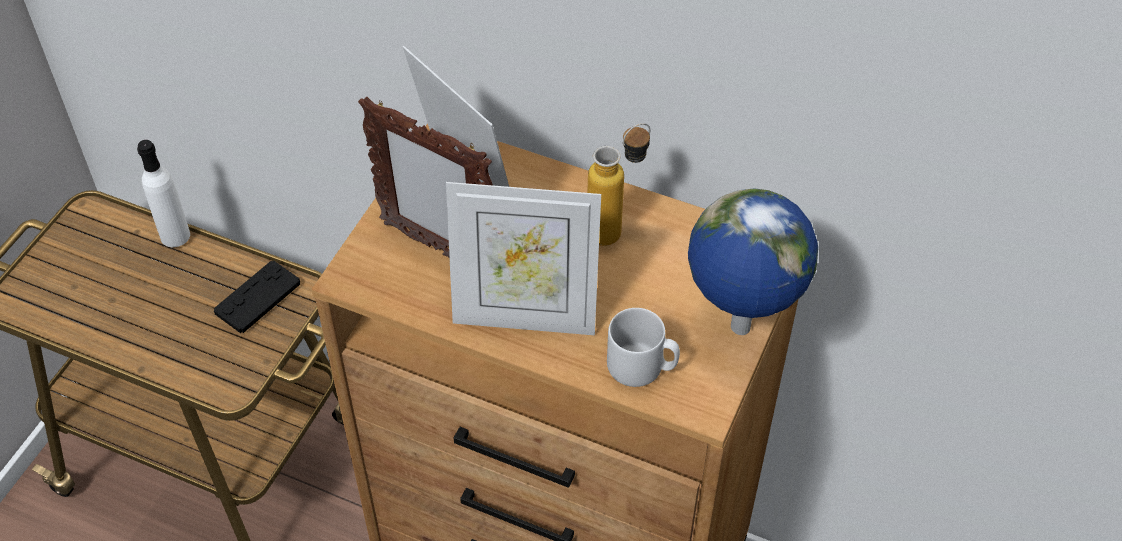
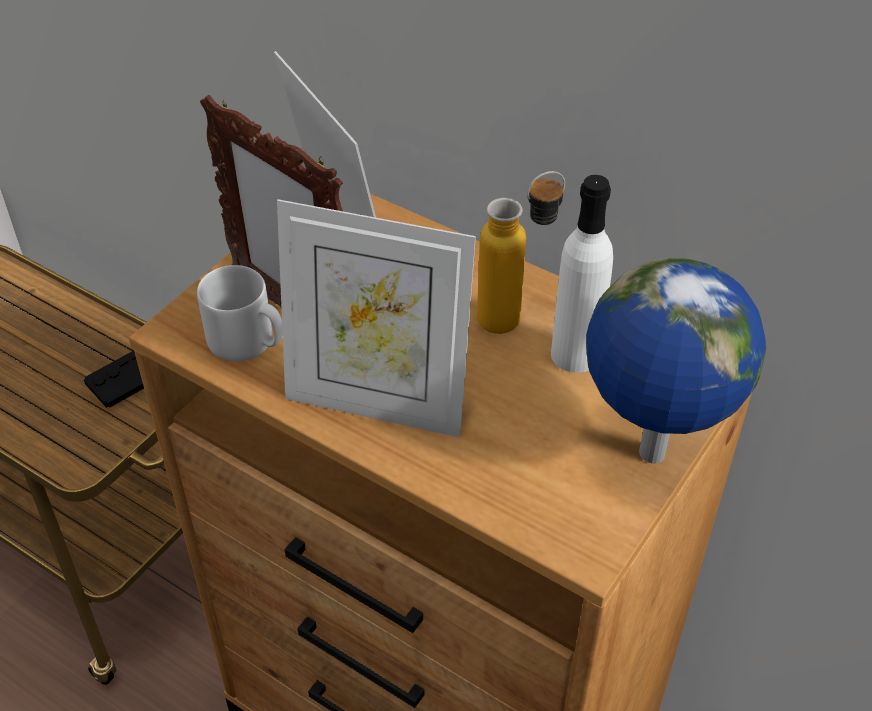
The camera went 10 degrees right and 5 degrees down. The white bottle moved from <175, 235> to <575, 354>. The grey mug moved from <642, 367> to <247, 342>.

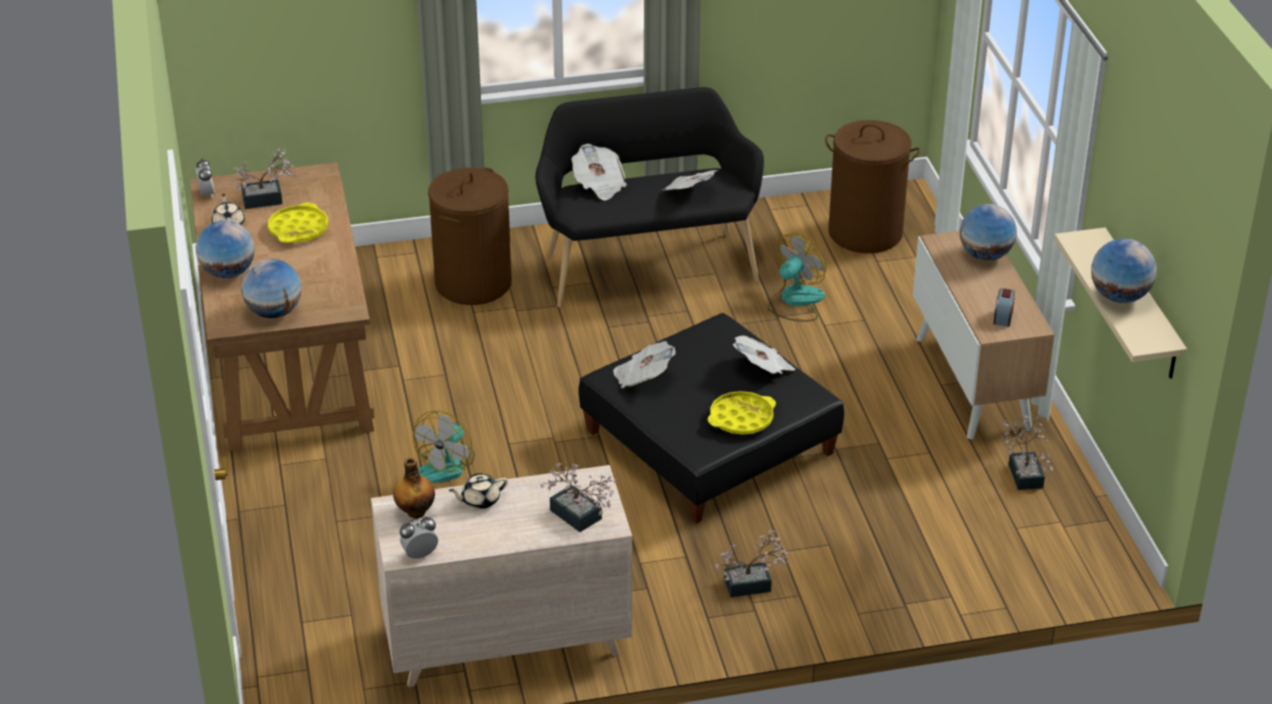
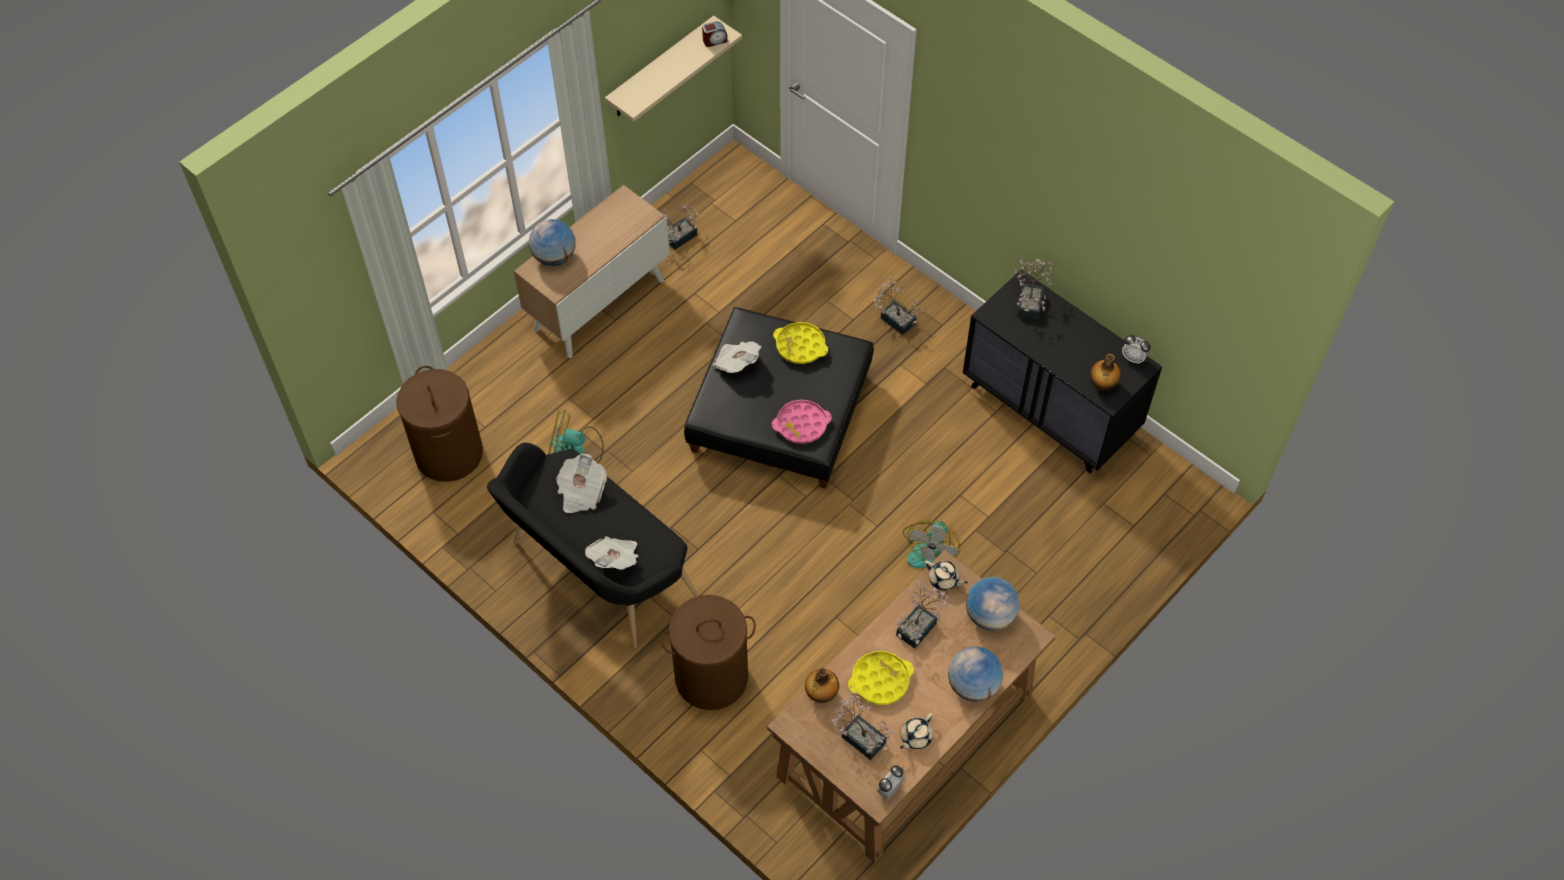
The camera went 125 degrees left and 20 degrees up. The beige dresser at <505, 640> became the black dresser at <1050, 410>. The fan at <446, 465> turned 120 degrees clockwise. The beige teapot moved from <479, 500> to <944, 580>. The newspaper at <643, 377> was replaced by the pink tray at <801, 425>. The alarm clock moved from <1003, 317> to <714, 40>. The globe at <1119, 296> disappeared. The bottle at <821, 693> appeared. The potted plant at <919, 626> appeared.

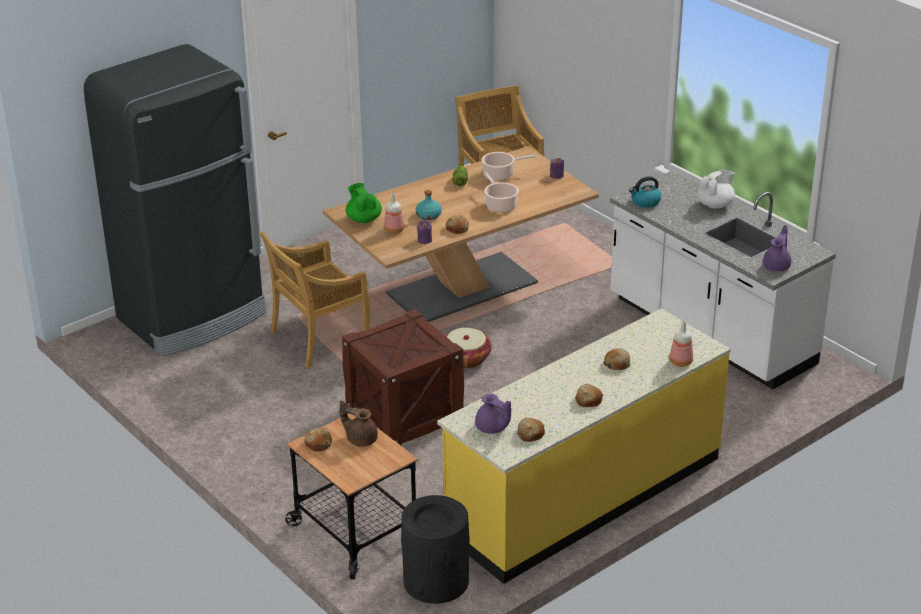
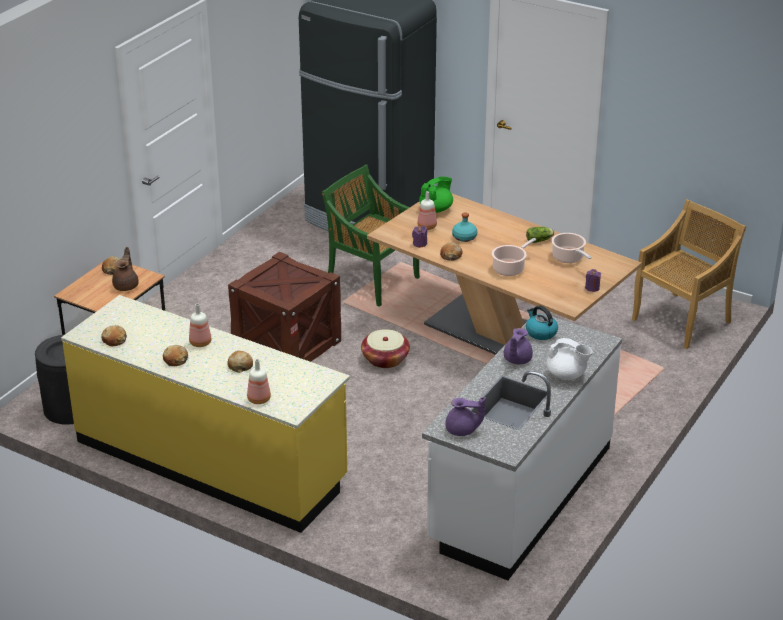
The camera went 70 degrees right and 0 degrees up. The beige chair at <319, 339> became the green chair at <371, 281>. The purple teapot moved from <492, 428> to <516, 360>. The bottle at <201, 343> appeared.

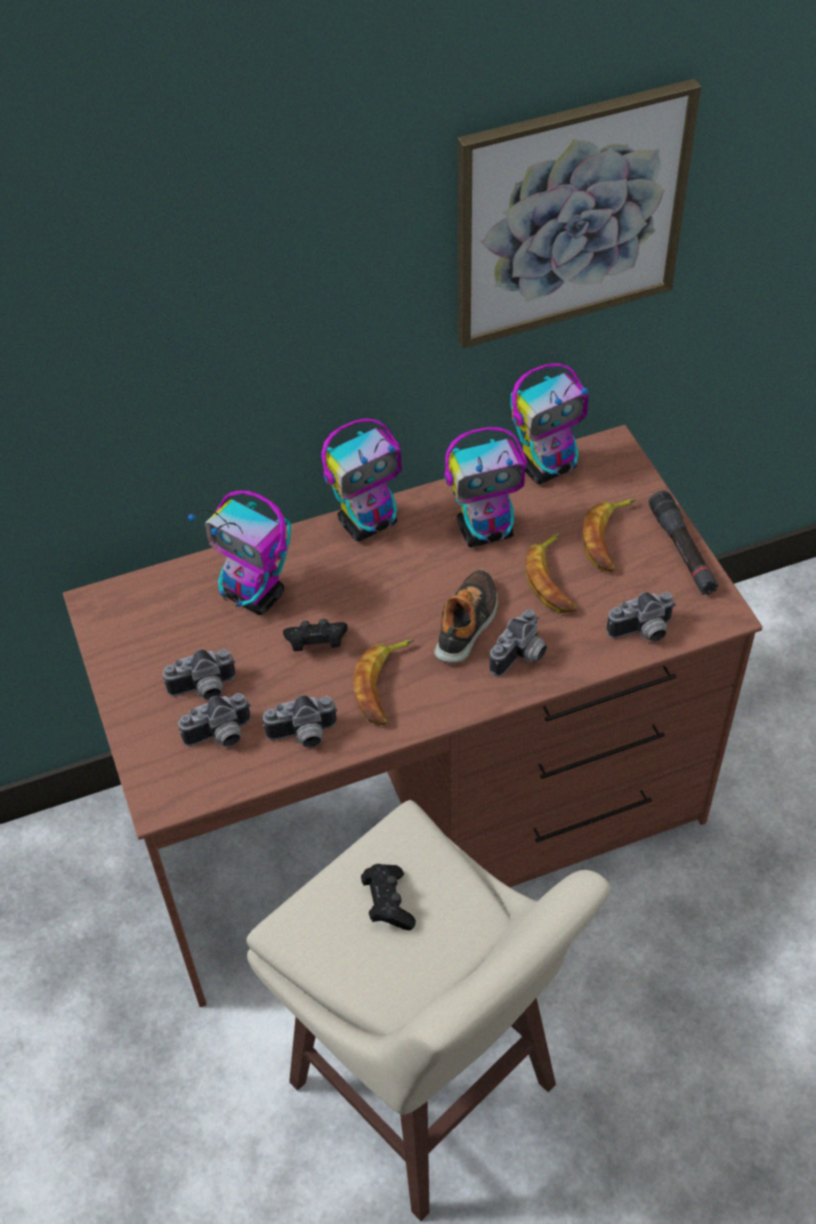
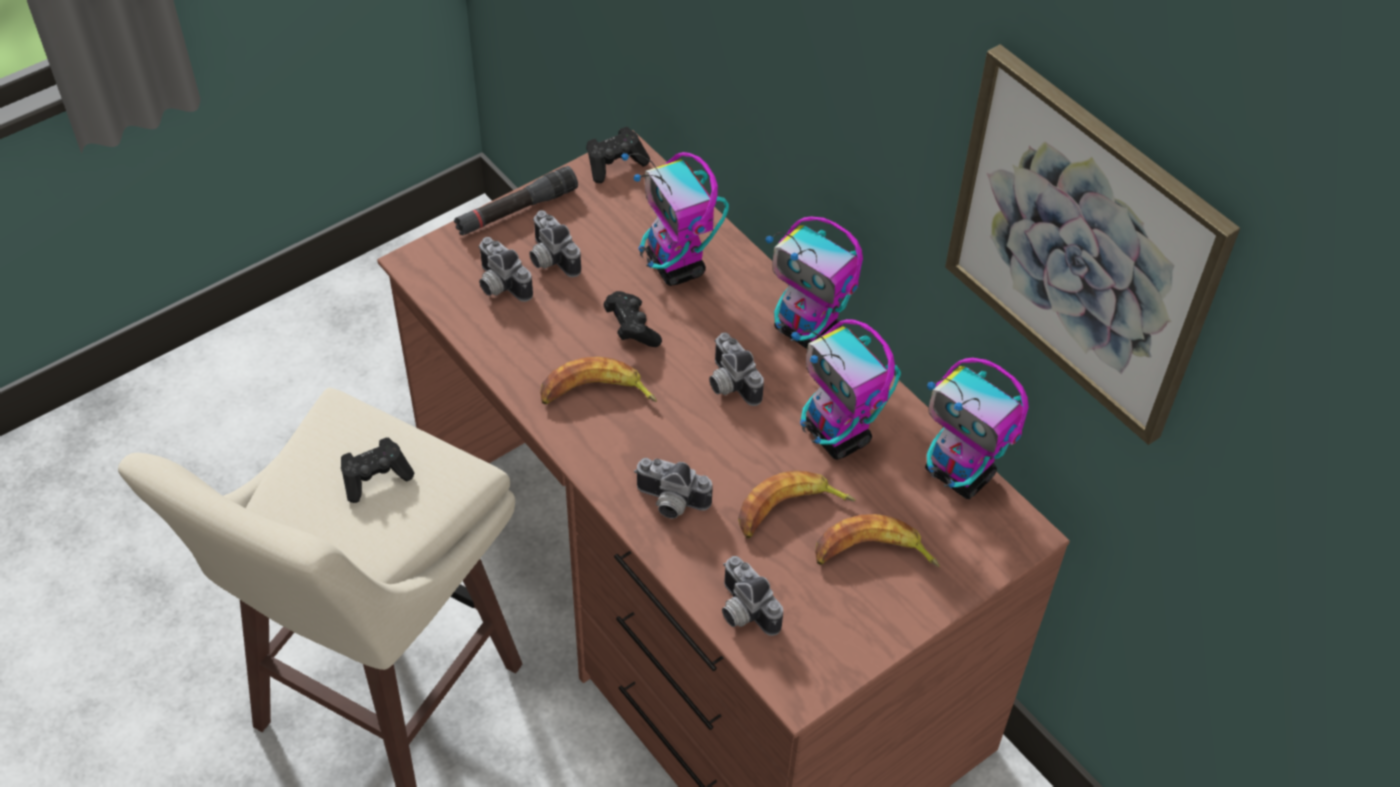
The camera went 70 degrees right and 0 degrees up. The toy robot at <255, 595> turned 45 degrees counterclockwise. The photo camera moved from <303, 736> to <728, 384>. The shoe at <467, 623> disappeared. The black flashlight moved from <682, 550> to <516, 210>. The black game controller at <615, 164> appeared.

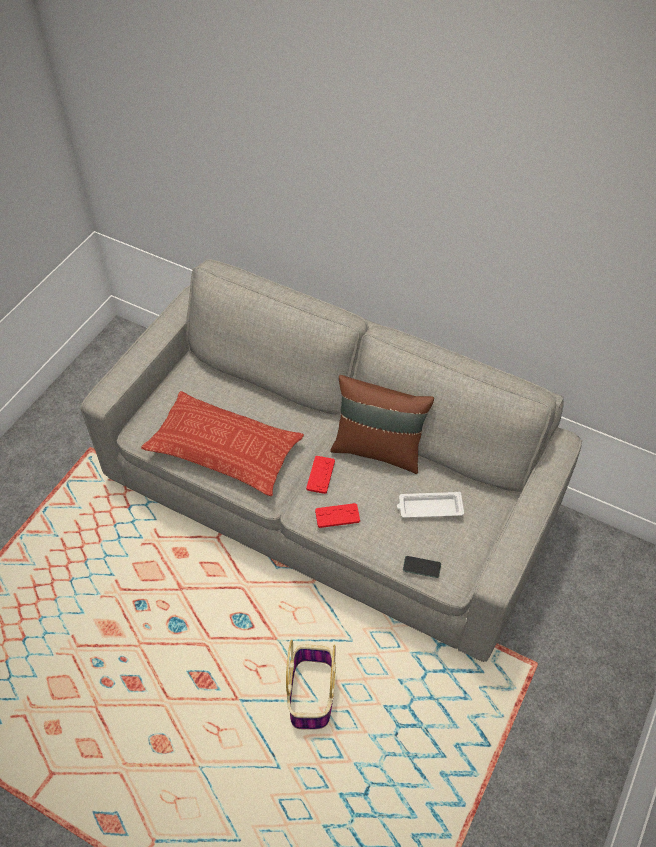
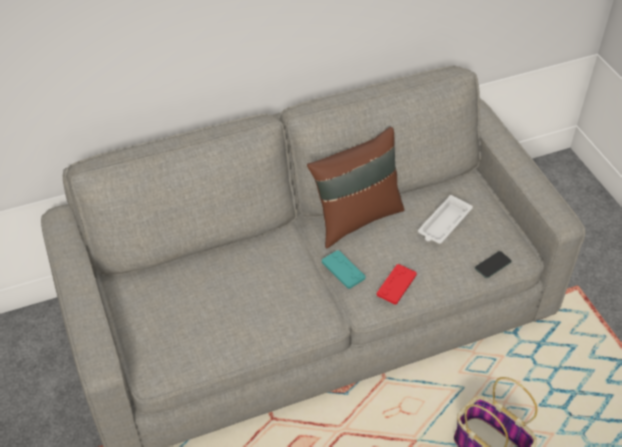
The camera went 50 degrees left and 5 degrees down. The pillow at <224, 449> disappeared. The red game controller at <320, 475> became the turquoise game controller at <343, 270>.

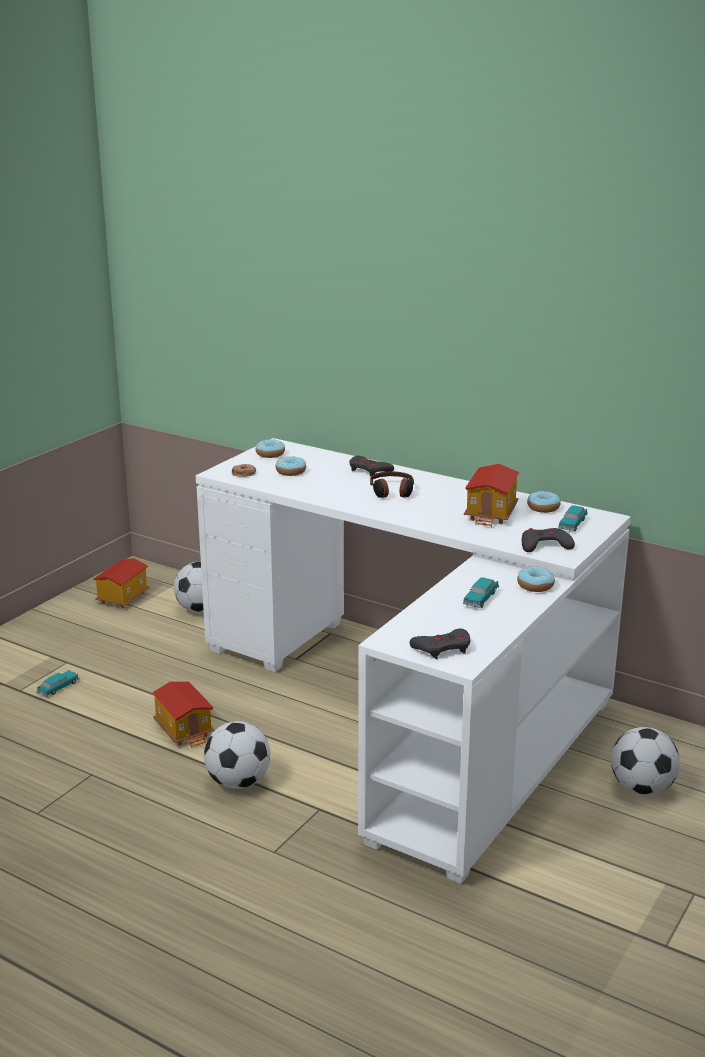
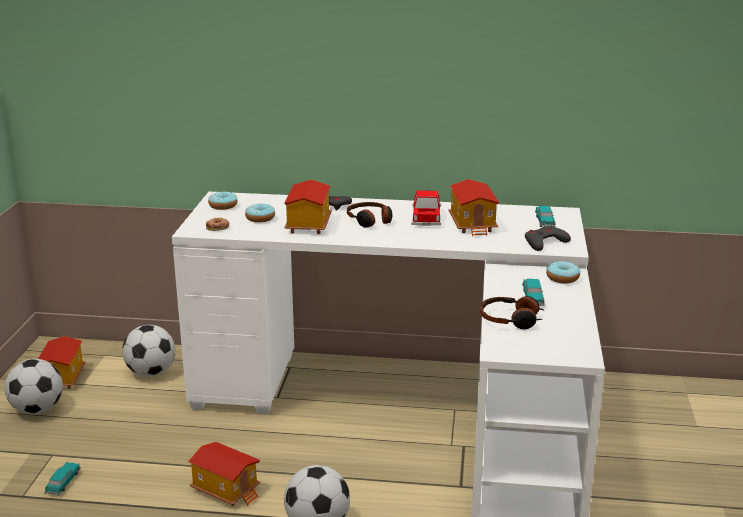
The camera went 25 degrees left and 0 degrees up. The grey game controller at <443, 648> disappeared. The donut at <543, 508> disappeared. The football moved from <641, 788> to <37, 409>. The toy house at <307, 225> appeared. The toy car at <426, 217> appeared. The headphones at <511, 320> appeared.

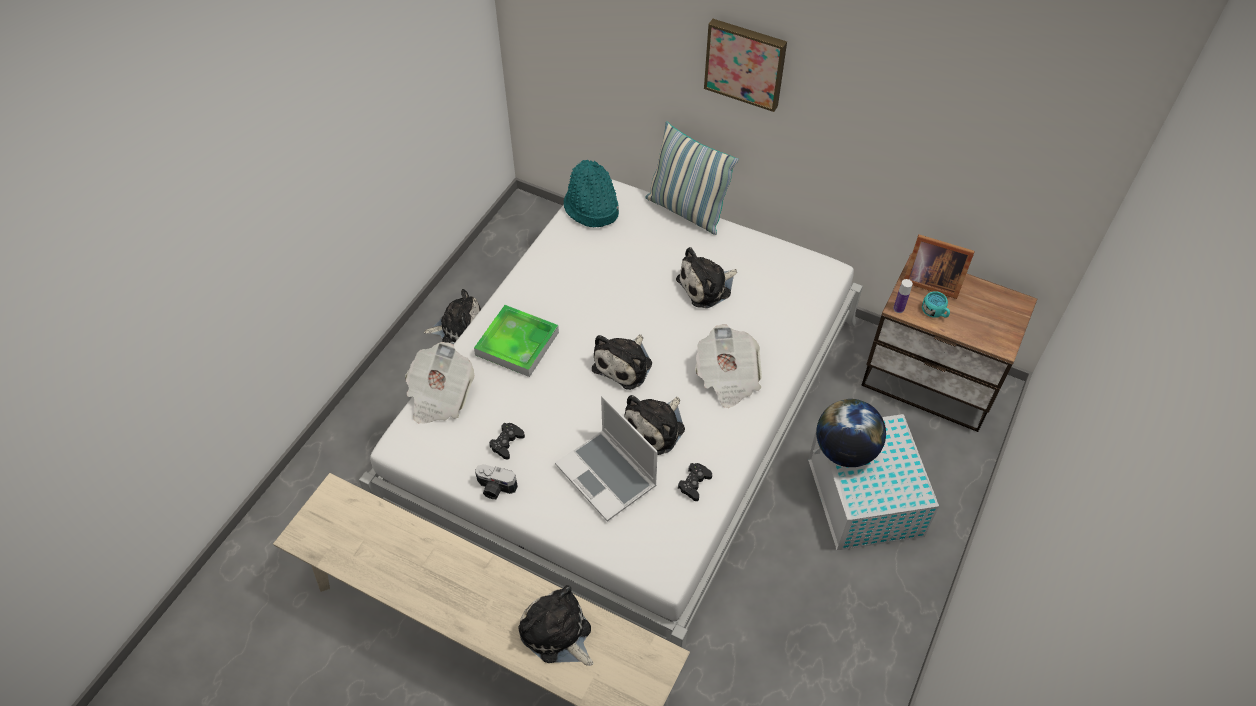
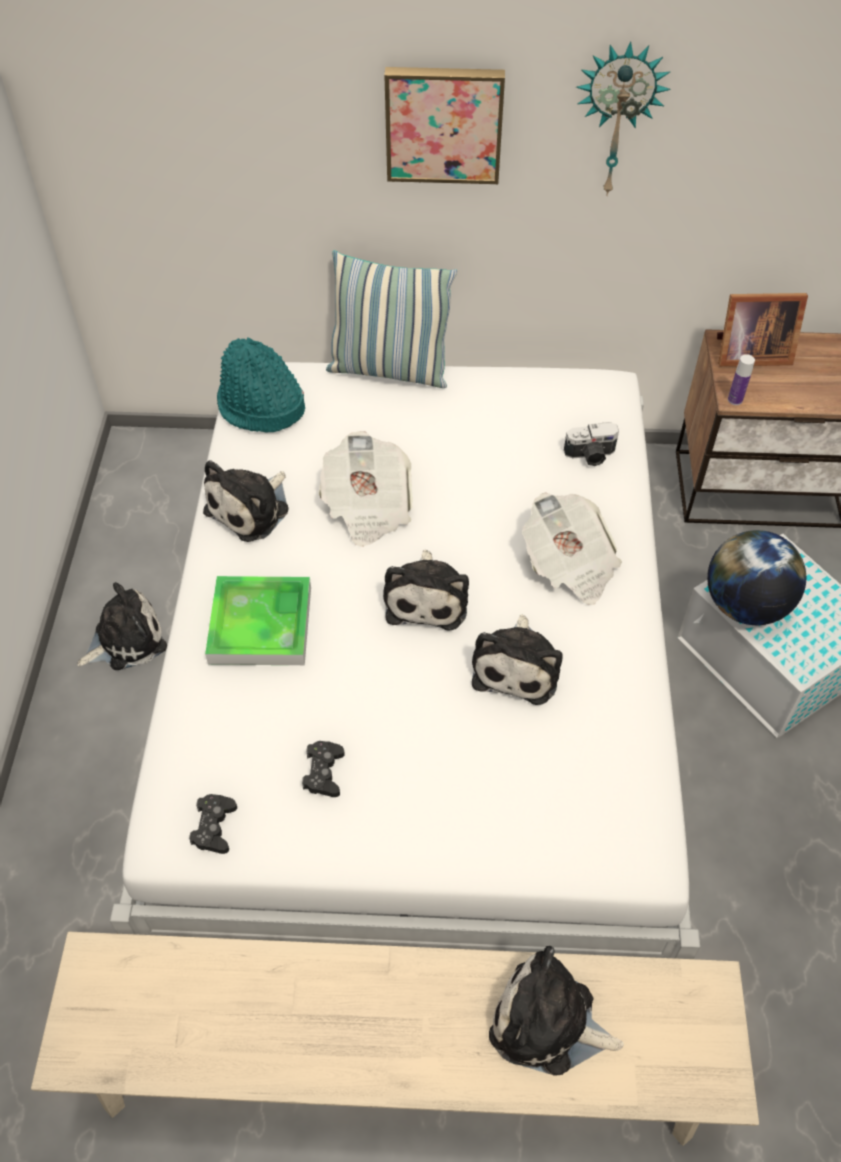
The camera went 25 degrees left and 0 degrees up. The newspaper moved from <440, 396> to <367, 507>. The photo camera moved from <495, 489> to <590, 456>. The laptop at <608, 476> disappeared. The plush toy moved from <707, 286> to <251, 508>. The black game controller moved from <694, 484> to <214, 827>. The turquoise mug at <935, 312> disappeared. The wall clock at <617, 119> appeared.

